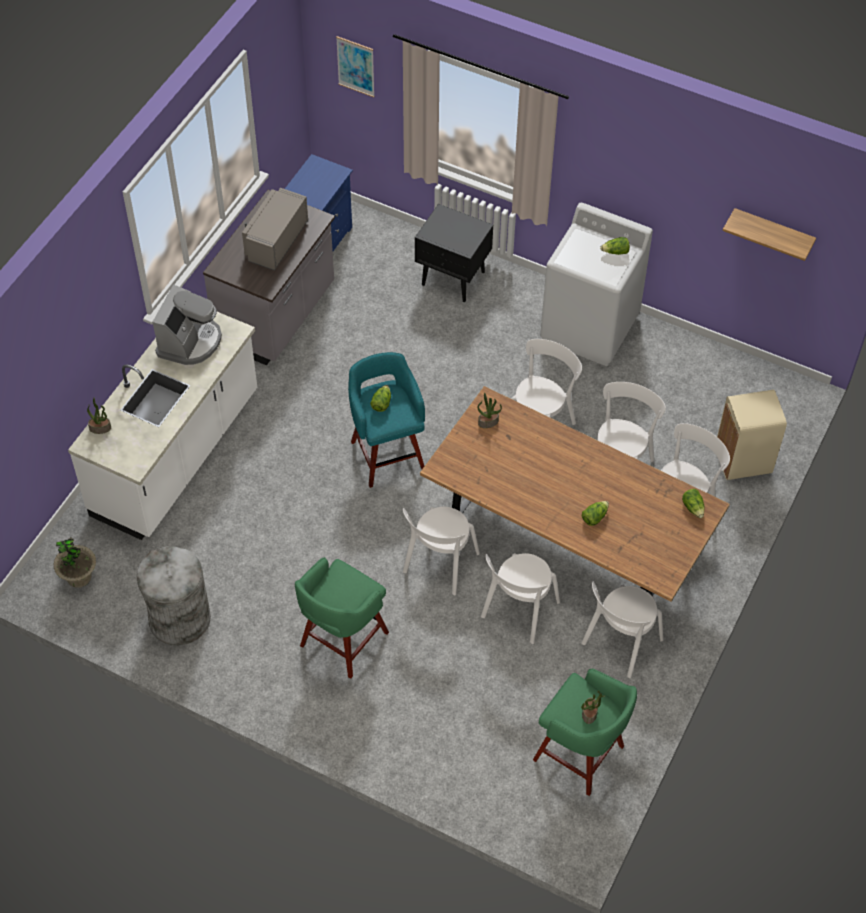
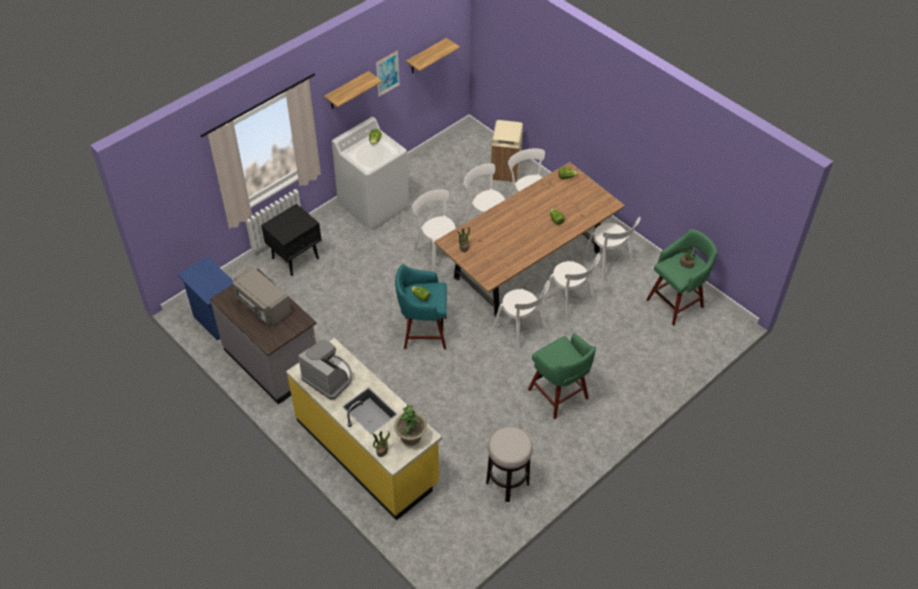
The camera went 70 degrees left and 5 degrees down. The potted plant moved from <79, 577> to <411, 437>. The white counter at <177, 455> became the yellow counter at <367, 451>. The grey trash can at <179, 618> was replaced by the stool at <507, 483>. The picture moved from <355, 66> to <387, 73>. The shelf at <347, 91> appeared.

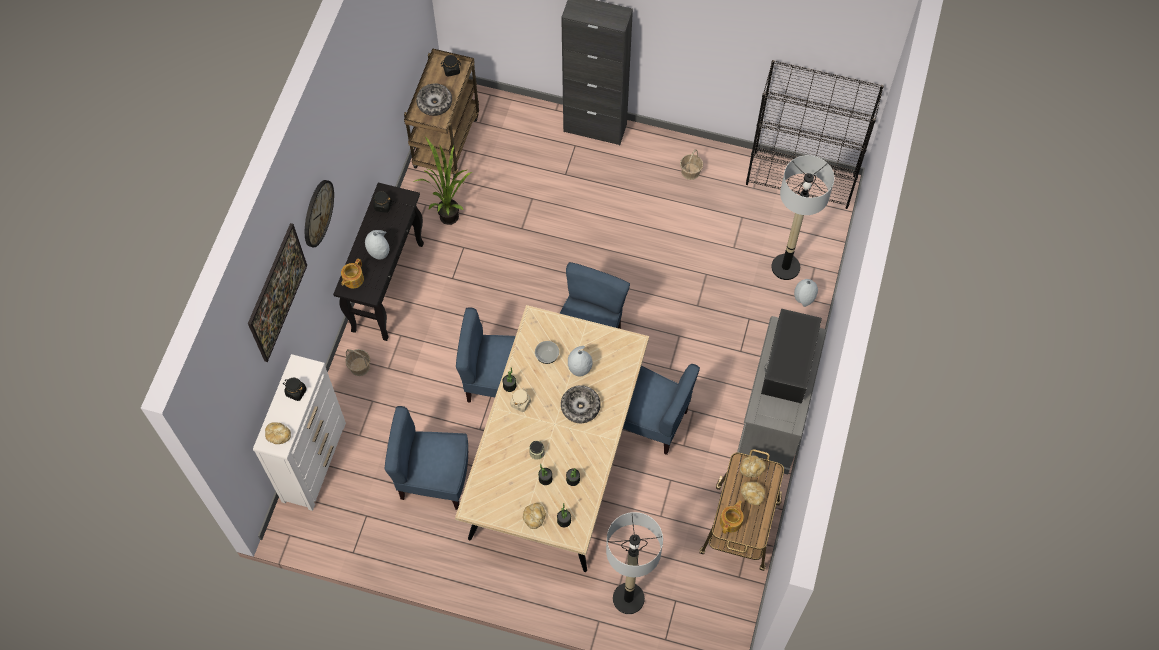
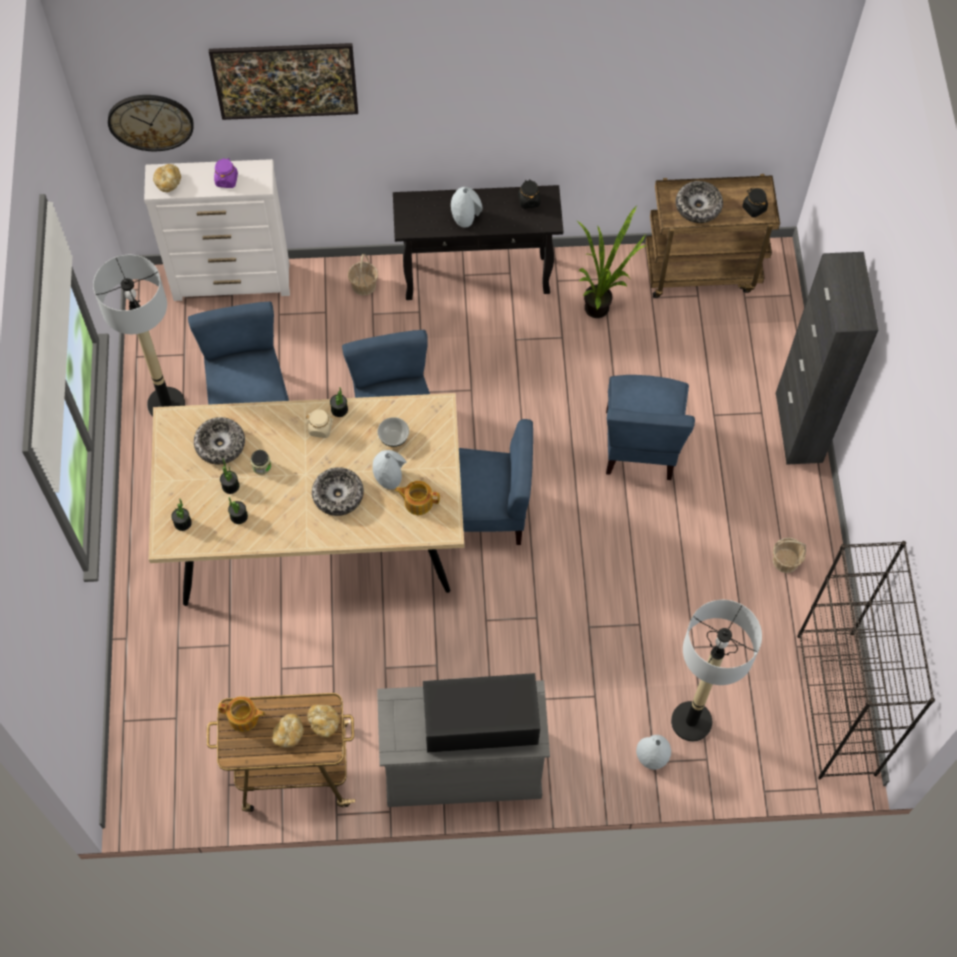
The camera went 70 degrees right and 0 degrees up. The black jar at <296, 392> became the purple jar at <226, 180>. The wall clock moved from <317, 213> to <150, 121>. The teapot moved from <352, 279> to <417, 502>. The bread at <534, 517> disappeared. The floor lamp moved from <628, 598> to <166, 404>. The blue chair moved from <650, 422> to <640, 445>. The bowl at <220, 444> appeared.

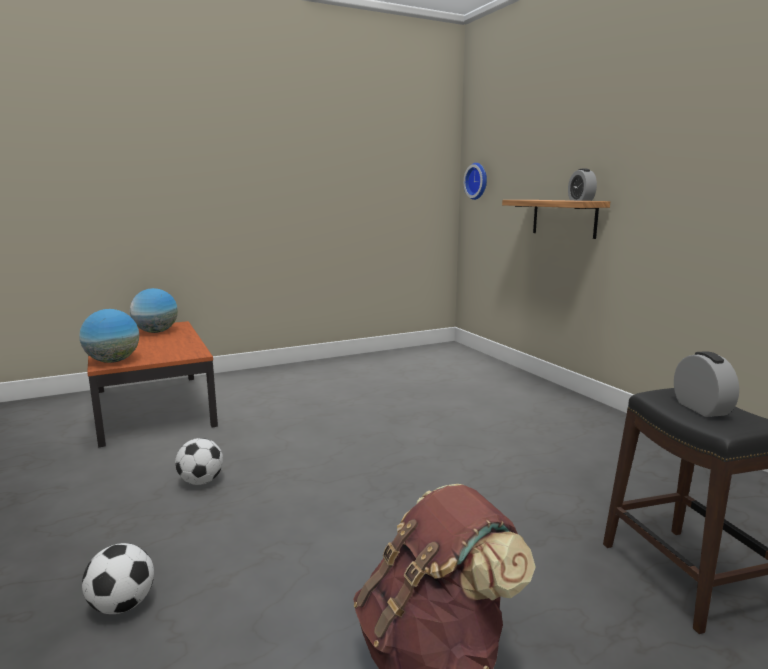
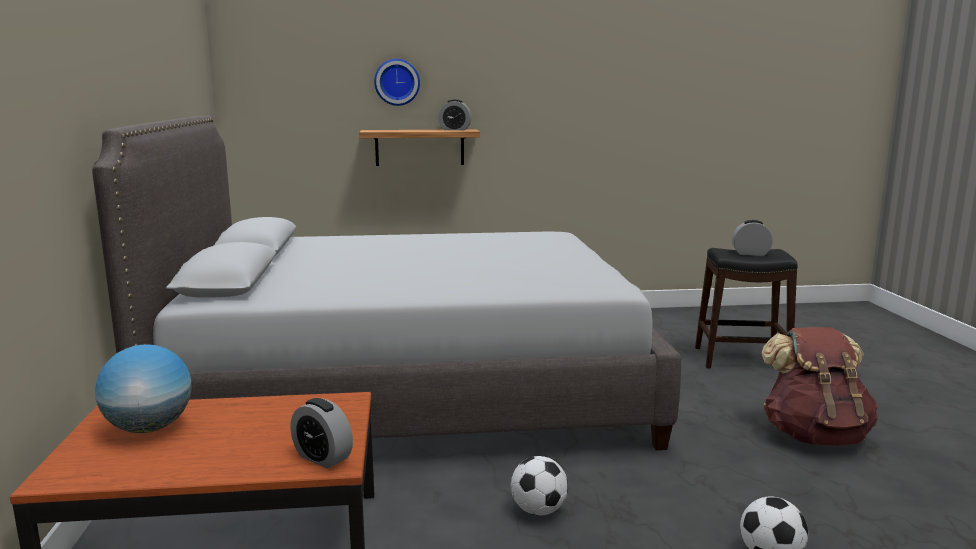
The camera went 70 degrees left and 0 degrees up. The globe at <113, 361> was replaced by the alarm clock at <322, 457>. The wall clock moved from <478, 181> to <397, 82>. The grey bed at <410, 390> appeared.

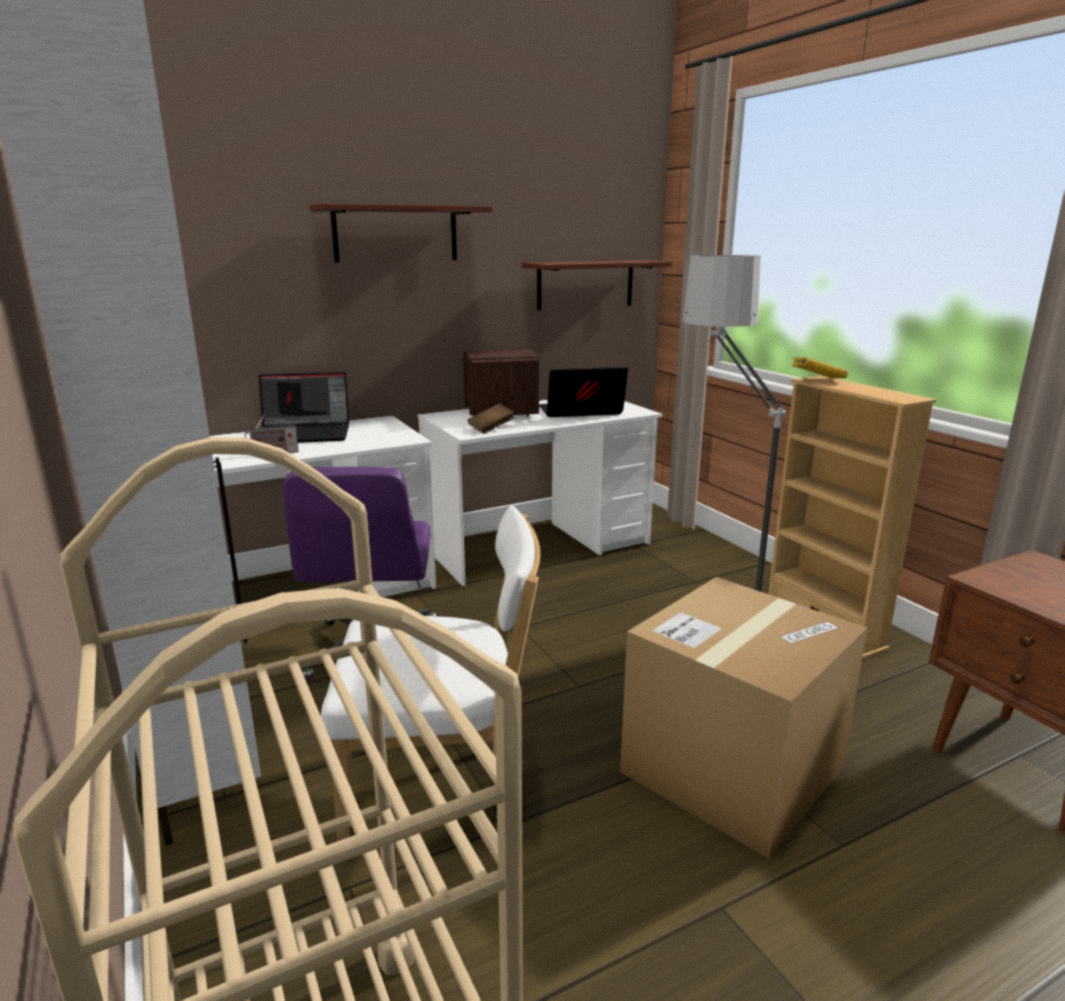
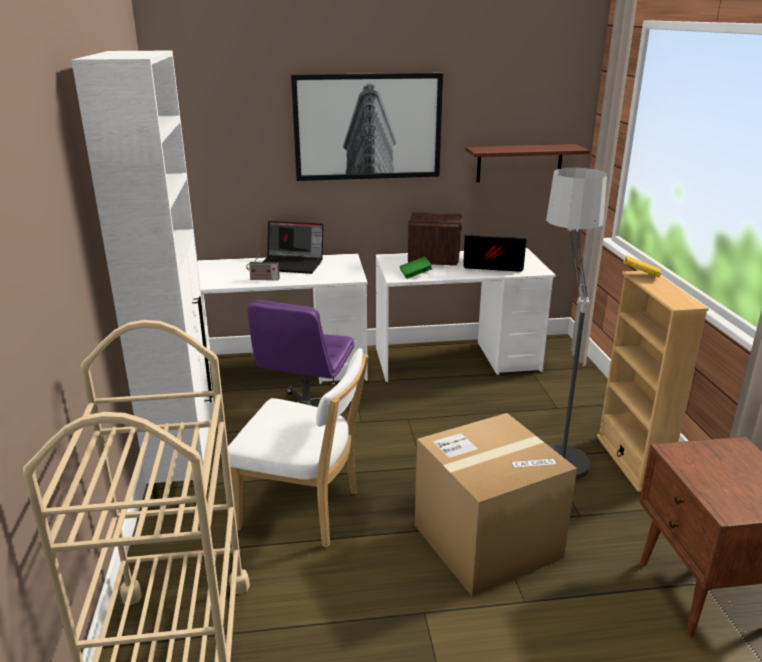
The camera went 20 degrees right and 5 degrees up. The shelf at <396, 234> was replaced by the picture at <368, 127>. The brown book at <491, 428> became the green book at <415, 274>.

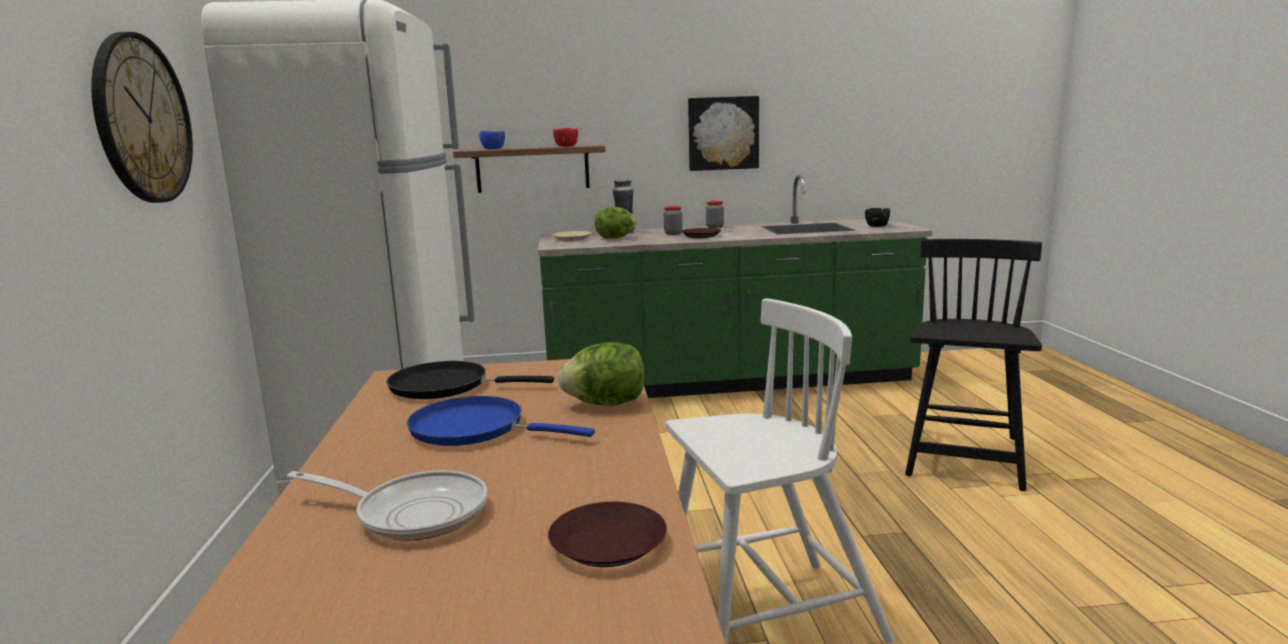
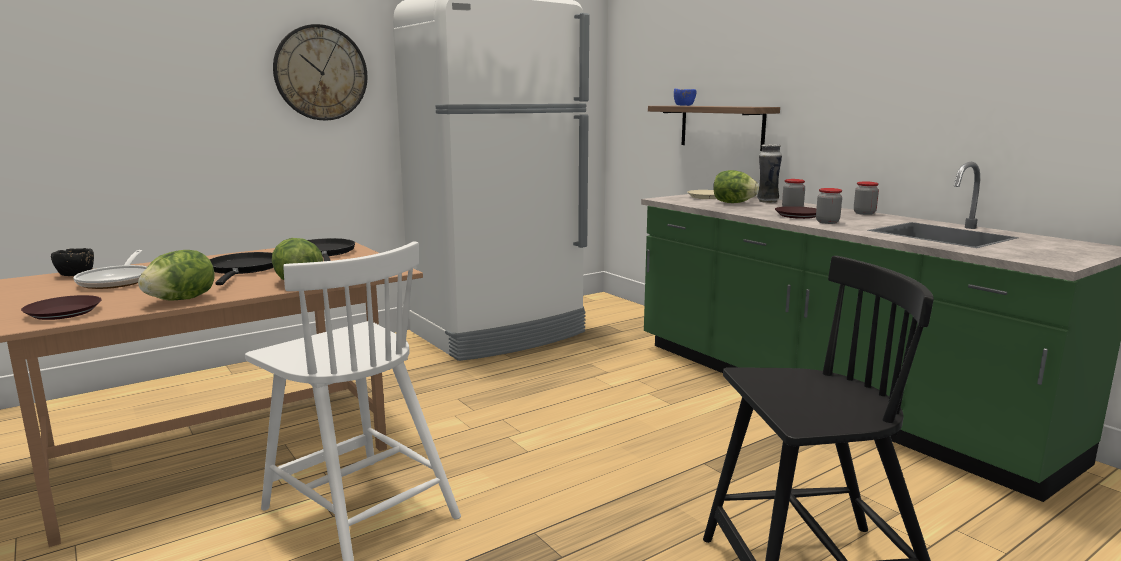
The camera went 60 degrees right and 0 degrees up. The blue frying pan at <475, 429> became the black frying pan at <244, 269>. The red bowl at <566, 146> disappeared. The picture at <723, 133> disappeared. The black bowl moved from <877, 226> to <76, 274>. The lettuce at <181, 300> appeared. The jar at <827, 222> appeared.

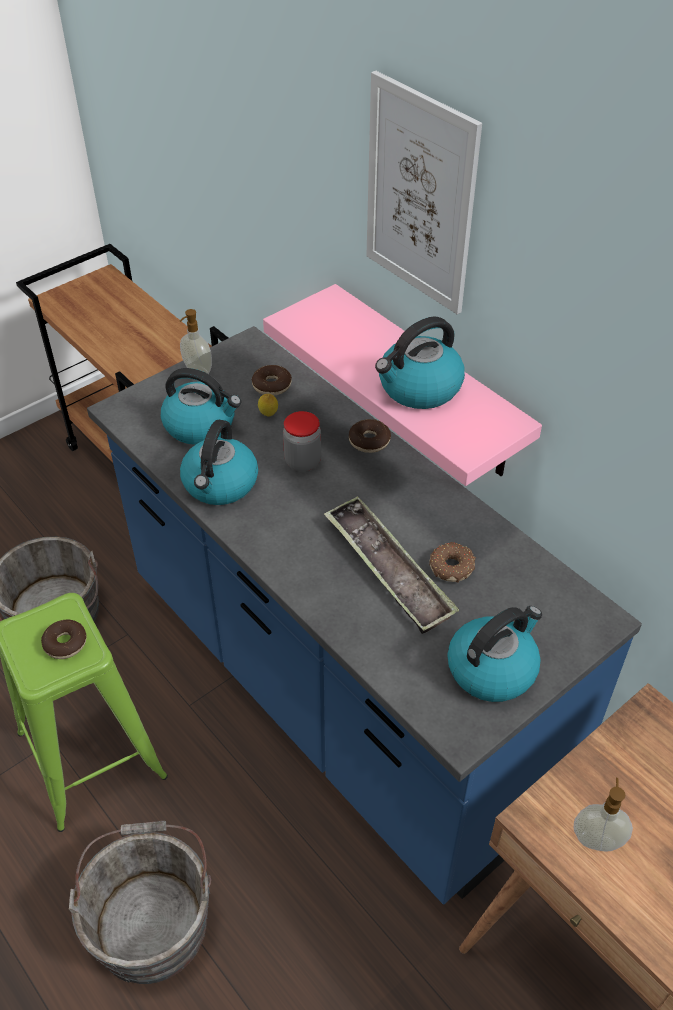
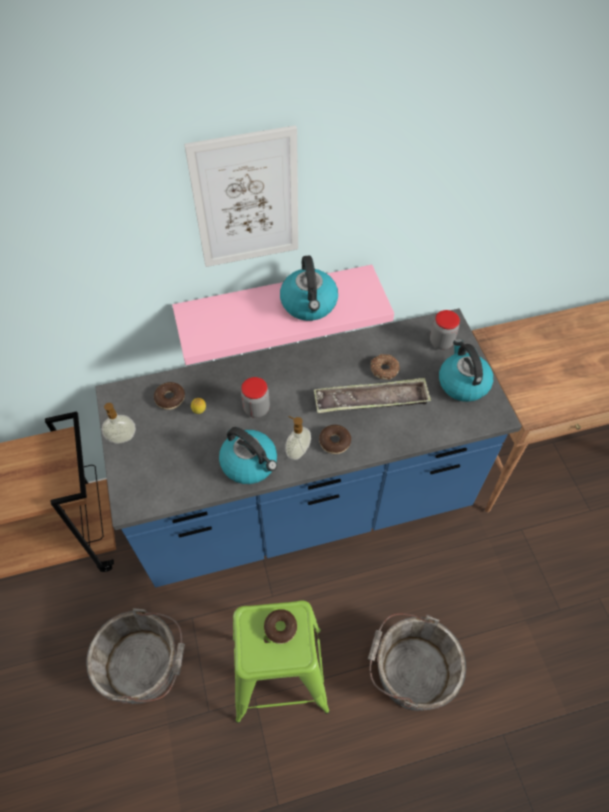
The camera went 65 degrees left and 10 degrees up. The kettle at <201, 425> disappeared. The donut moved from <369, 441> to <334, 442>. The soap dispenser moved from <597, 839> to <297, 451>. The jar at <441, 342> appeared.

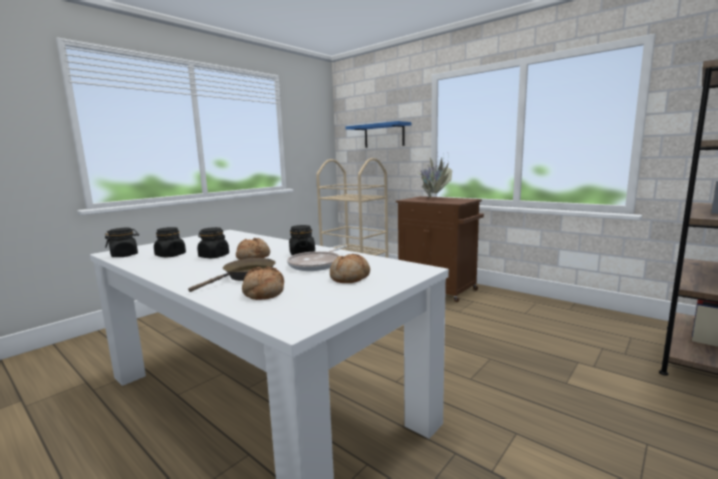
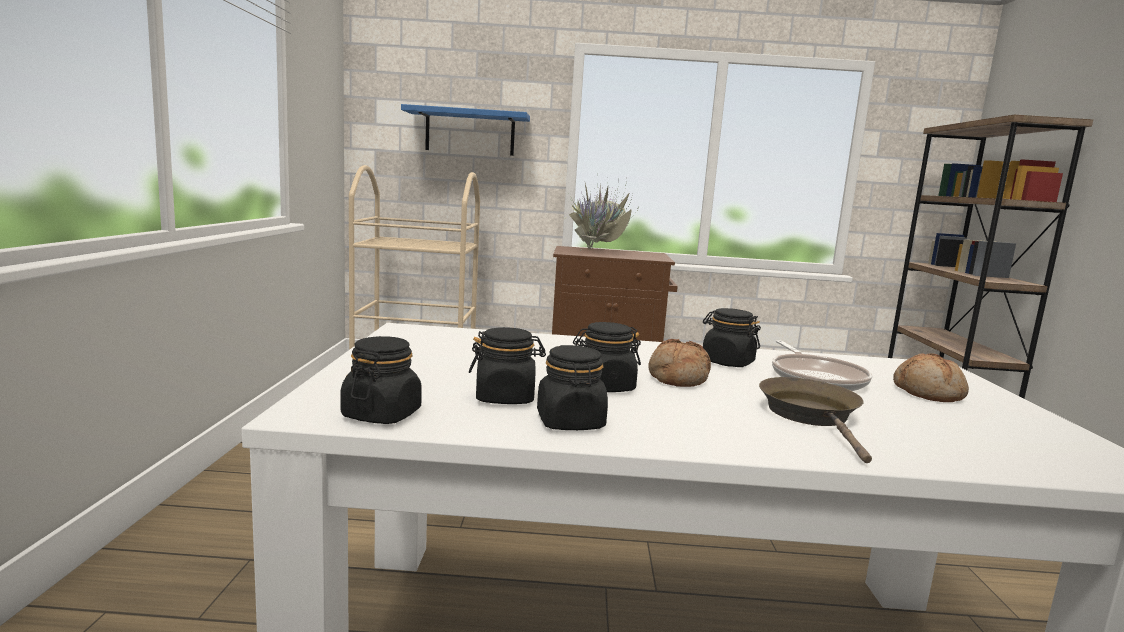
The camera went 40 degrees left and 0 degrees up. The bread at <263, 293> disappeared. The black jar at <570, 422> appeared.

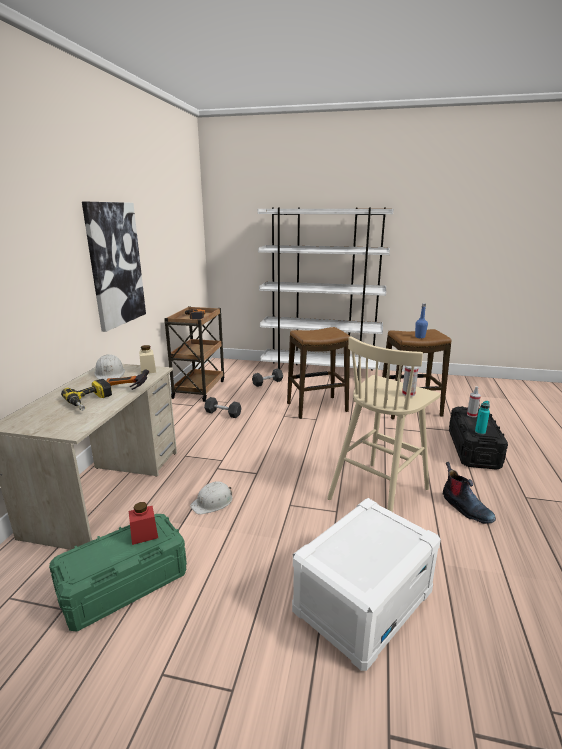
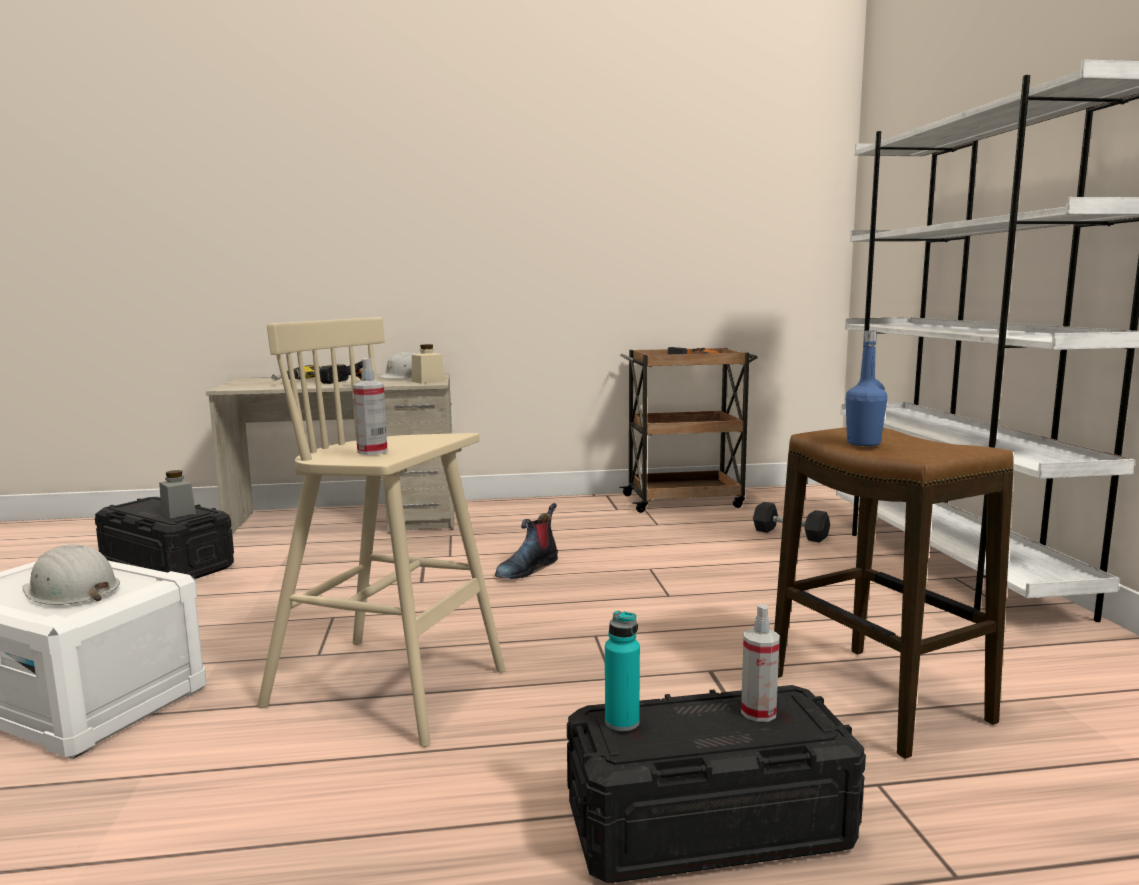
The camera went 70 degrees right and 10 degrees down. The green storage box at <124, 585> became the black storage box at <167, 564>. The picture at <115, 264> disappeared. The red jar at <144, 534> became the grey jar at <178, 513>. The white hard hat moved from <213, 502> to <71, 590>. The grey dumbbell at <223, 413> disappeared. The stool at <317, 407> disappeared. The boot moved from <465, 508> to <527, 568>.

